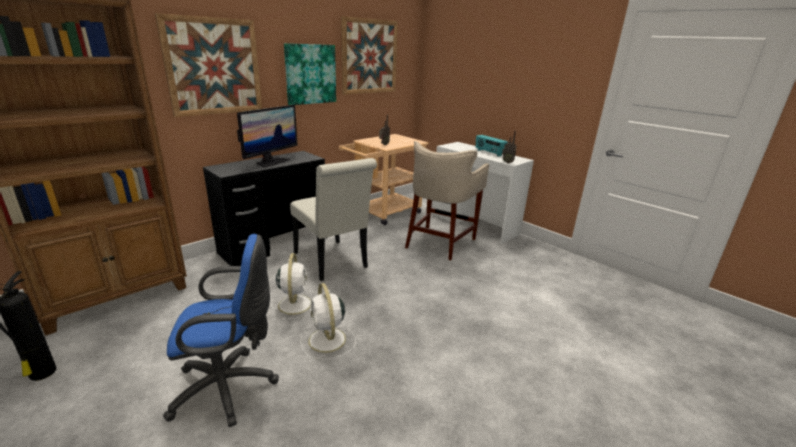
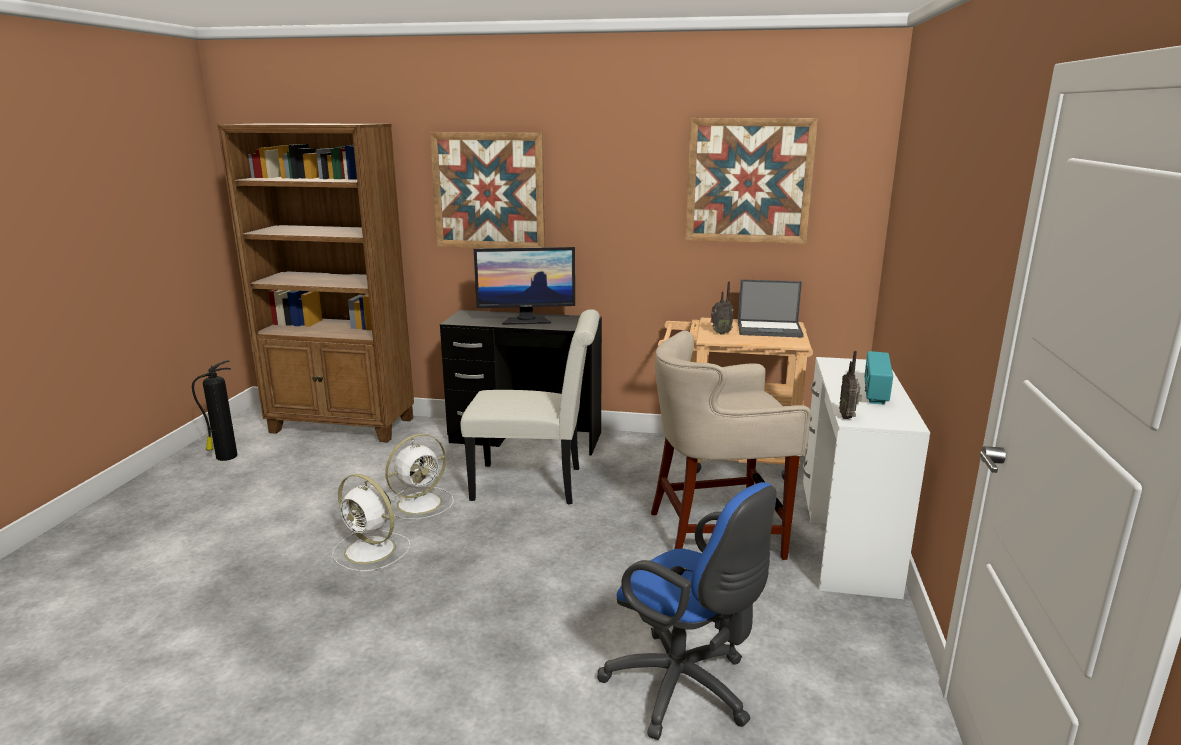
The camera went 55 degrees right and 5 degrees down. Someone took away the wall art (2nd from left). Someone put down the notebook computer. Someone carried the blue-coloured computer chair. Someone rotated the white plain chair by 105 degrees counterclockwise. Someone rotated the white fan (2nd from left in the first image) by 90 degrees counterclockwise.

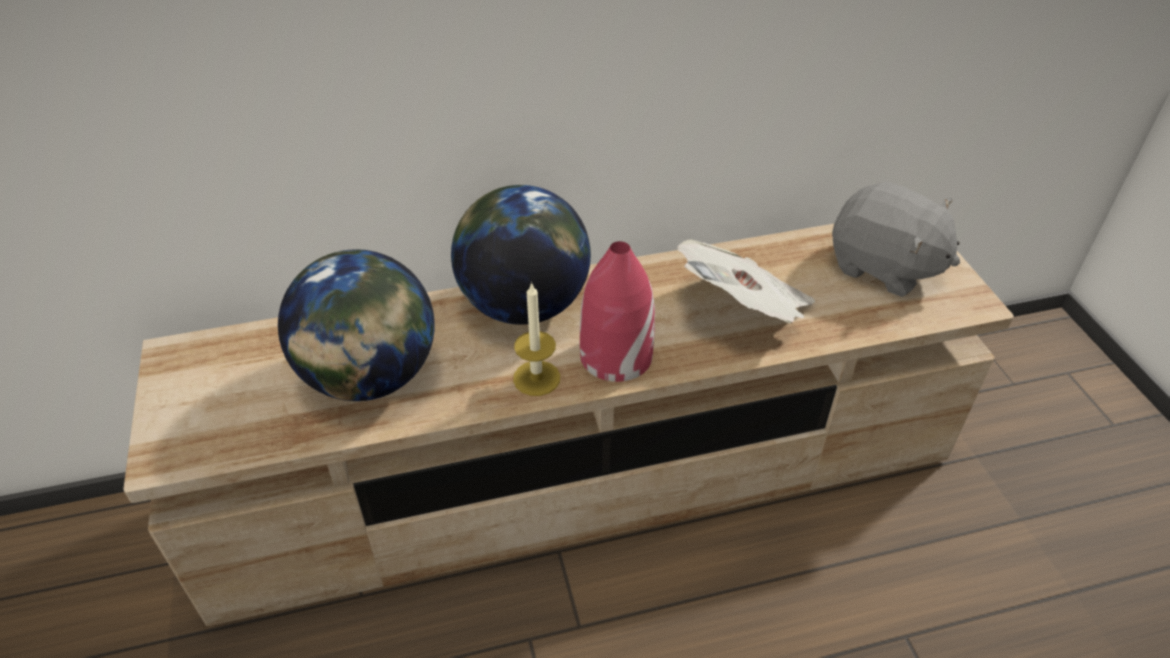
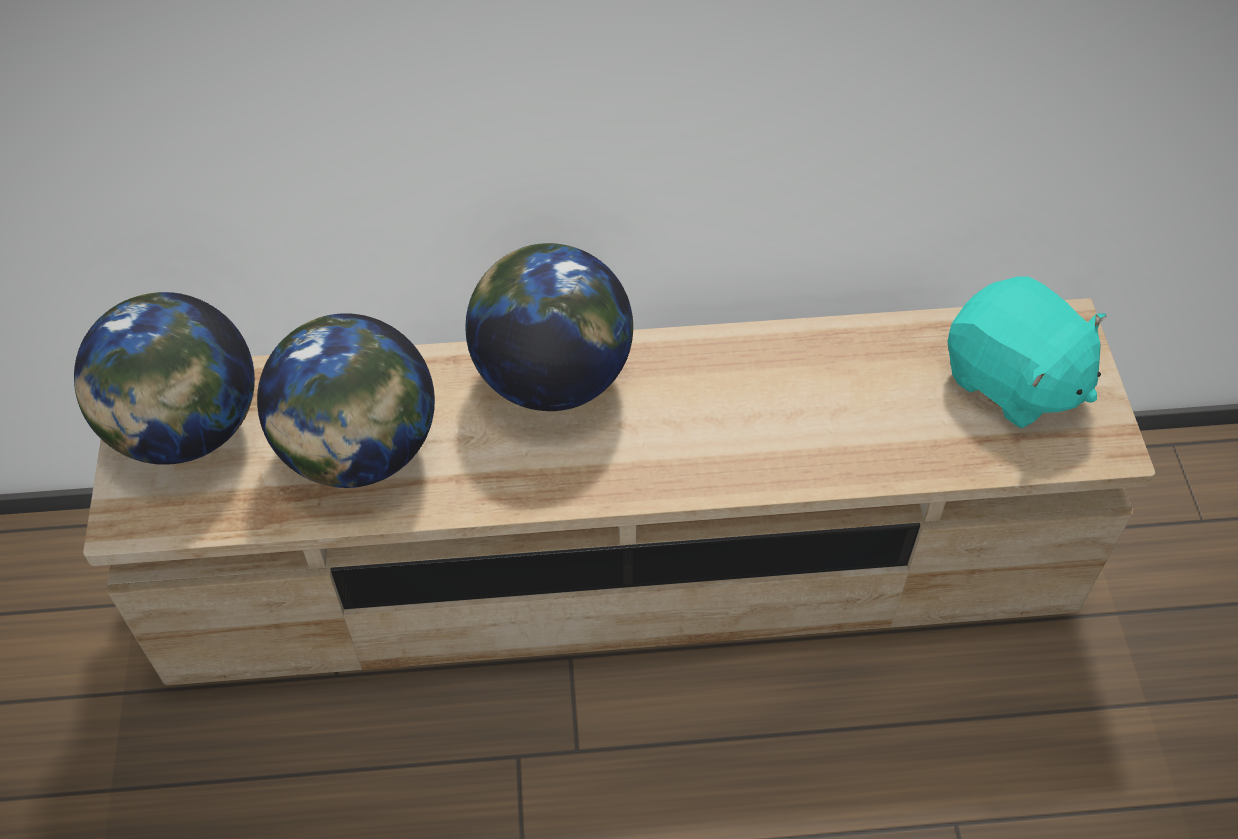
The camera went 10 degrees right and 10 degrees up. Someone took away the wax candle. Someone took away the red-coloured vase. Someone took away the newspaper. Someone put down the globe (1st from left). Someone repainted the greyish soft toy, which became the turquoise soft toy.

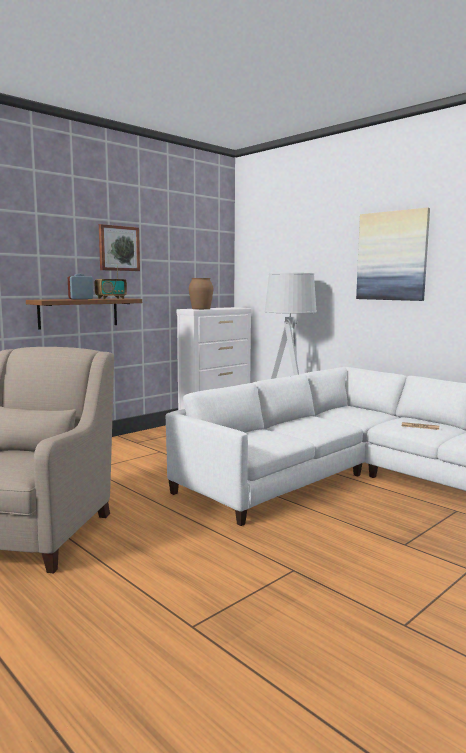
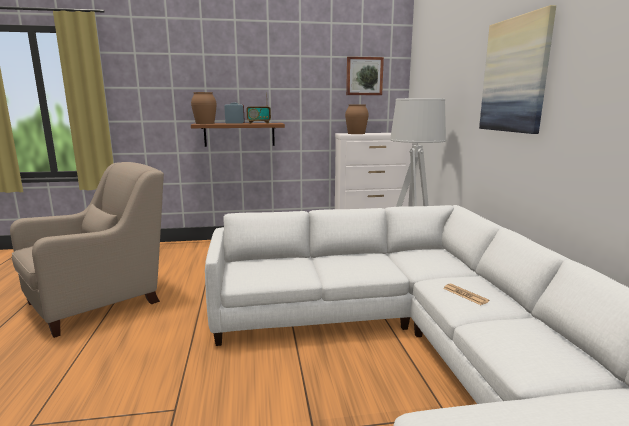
The camera went 35 degrees right and 5 degrees up. Someone put down the brownish vase (1st from left). Someone carried the wall art (1st from left).

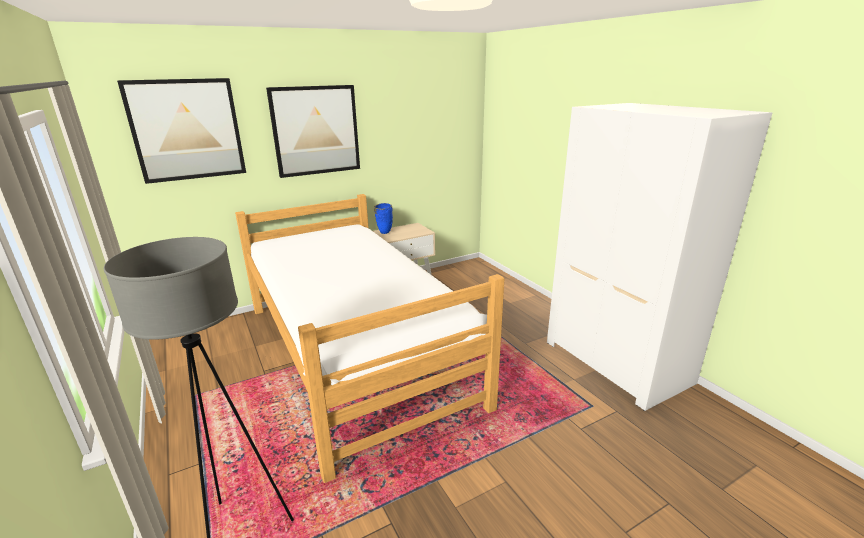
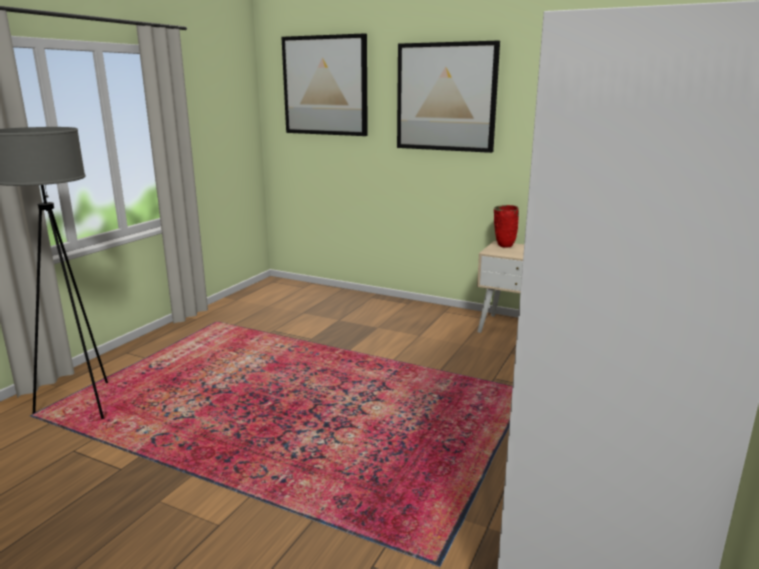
The camera went 55 degrees right and 5 degrees down. Someone took away the bedroom bed. Someone repainted the blue-coloured vase, which became the red-coloured vase.

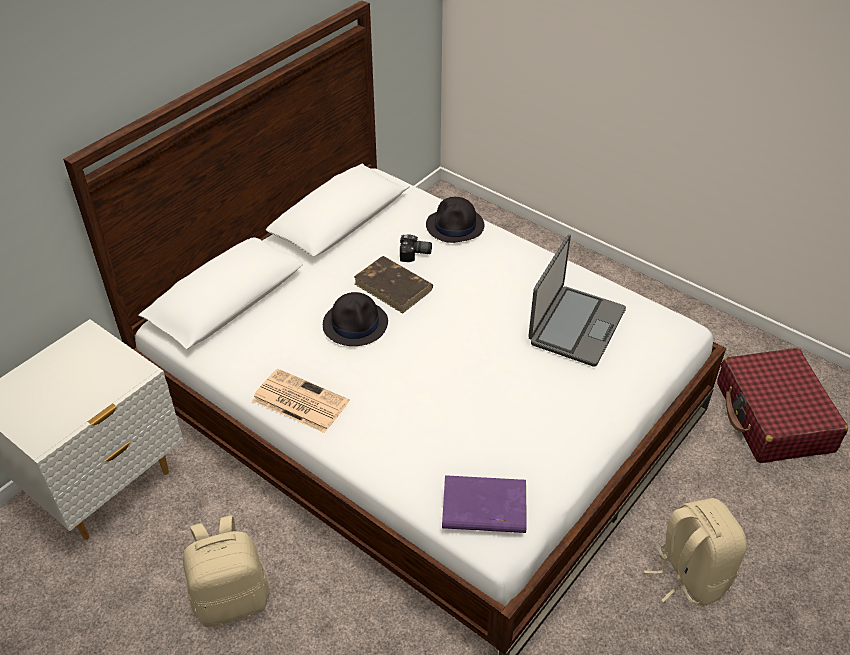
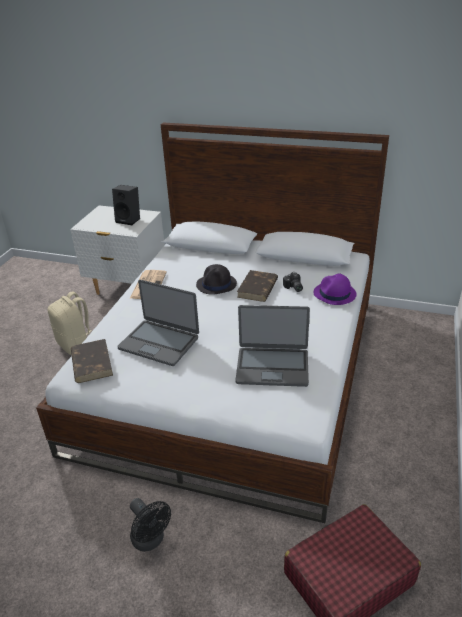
The camera went 70 degrees right and 10 degrees down. Someone put down the black loudspeaker. Someone put down the notebook computer (1st from left). Someone swapped the beige-coloured backpack (2nd from left) for the black fan. Someone repainted the black wearable hat (2nd from left), which became the purple wearable hat. Someone repainted the purple volume, which became the brownish volume (1st from left).

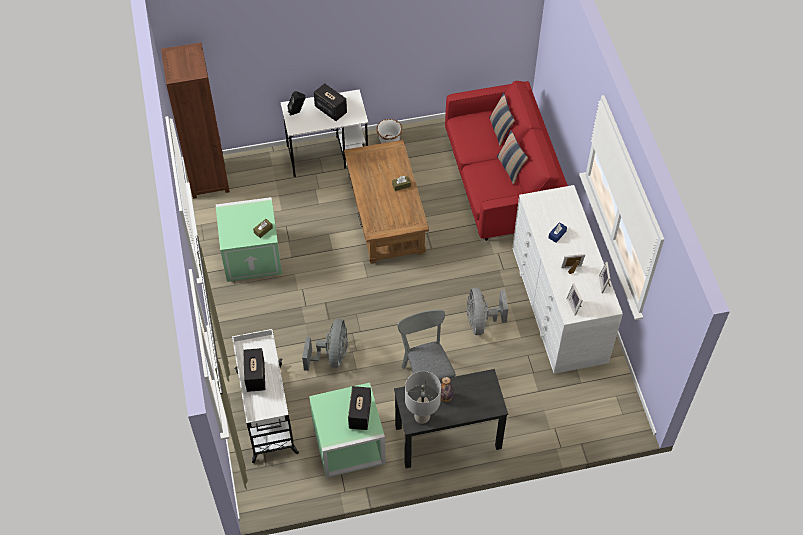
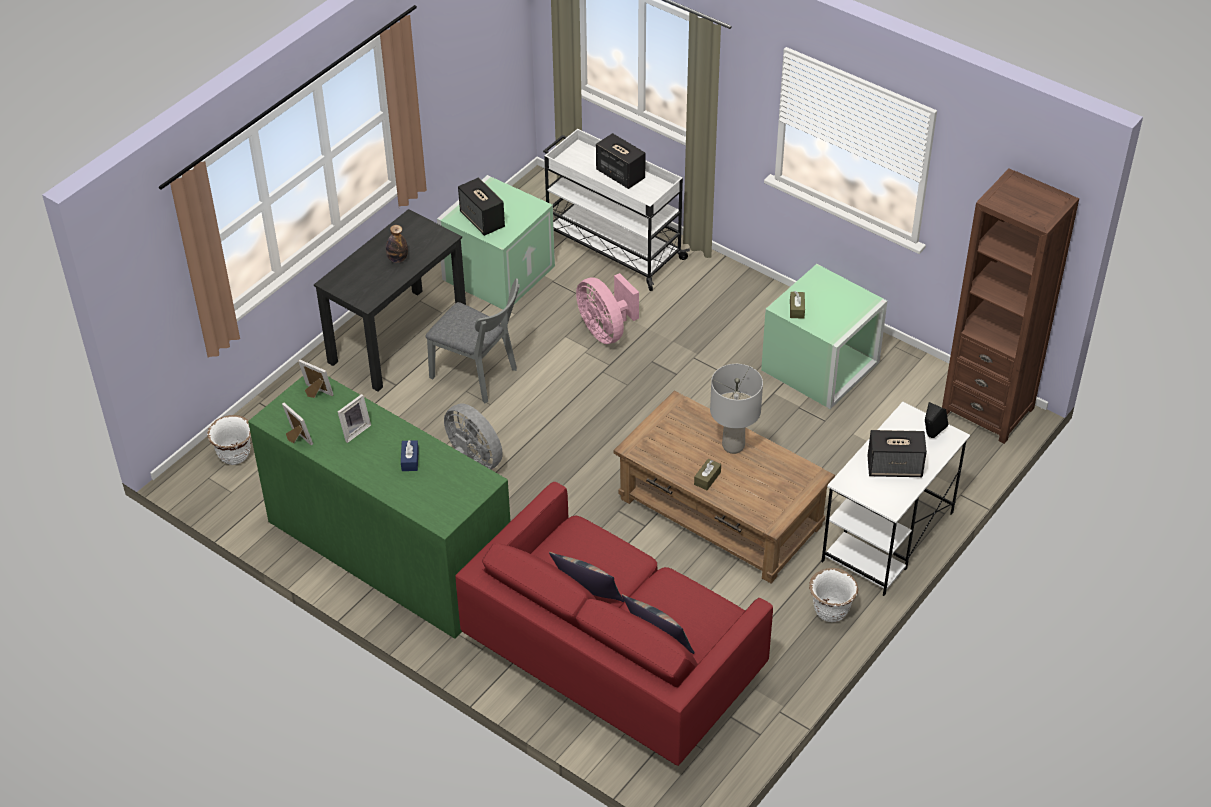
The camera went 140 degrees right and 10 degrees down. Someone put down the white plant pot (1st from left). Someone carried the greyish lamp for a table. Someone repainted the greyish fan (1st from left), which became the pink fan. Someone repainted the white dresser, which became the green-coloured dresser.

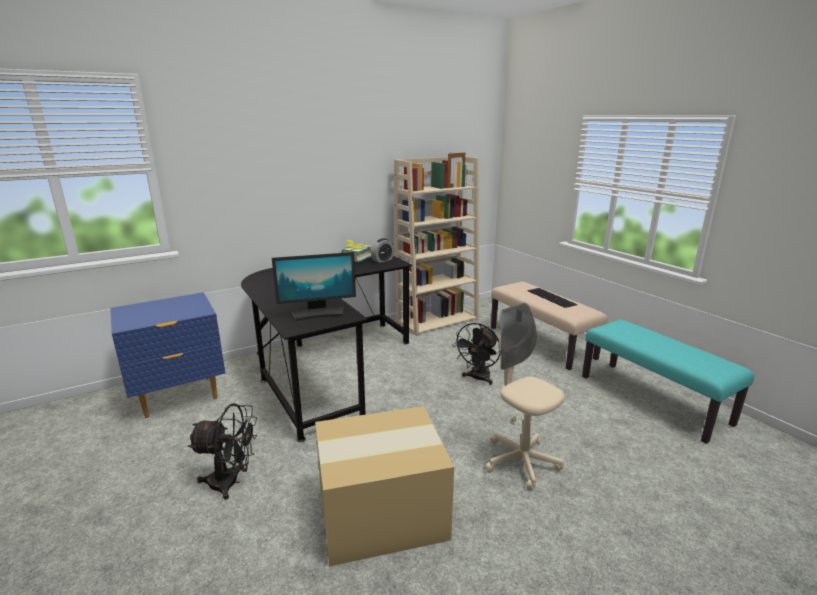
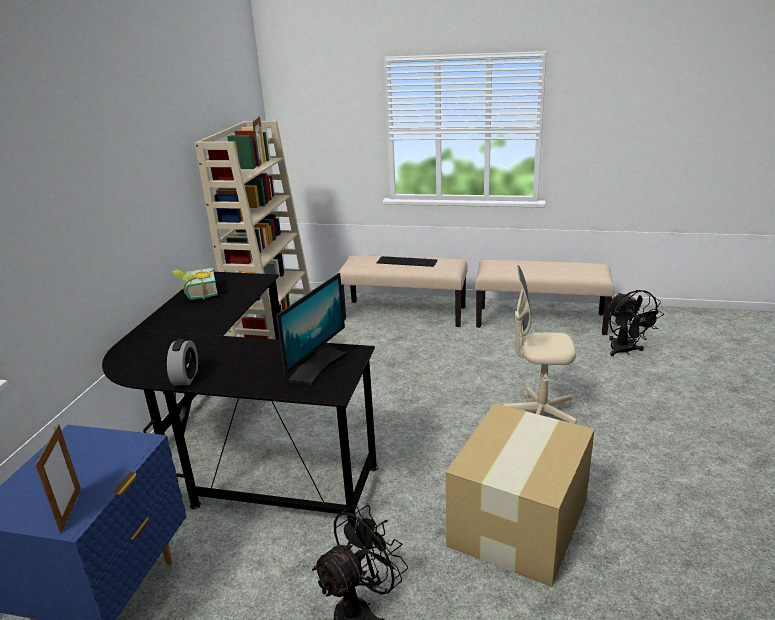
The camera went 45 degrees left and 5 degrees up. Someone put down the picture frame (1st from left). Someone carried the table clock. Someone carried the black fan (2nd from left). Someone repainted the turquoise bench, which became the beige-coloured bench (2nd from left).

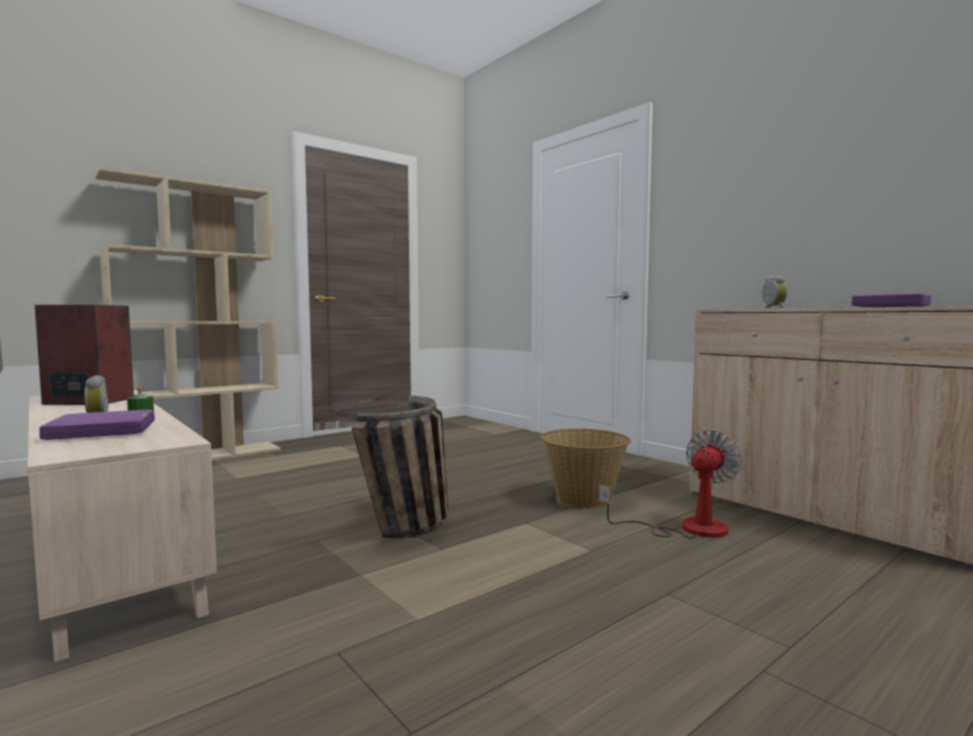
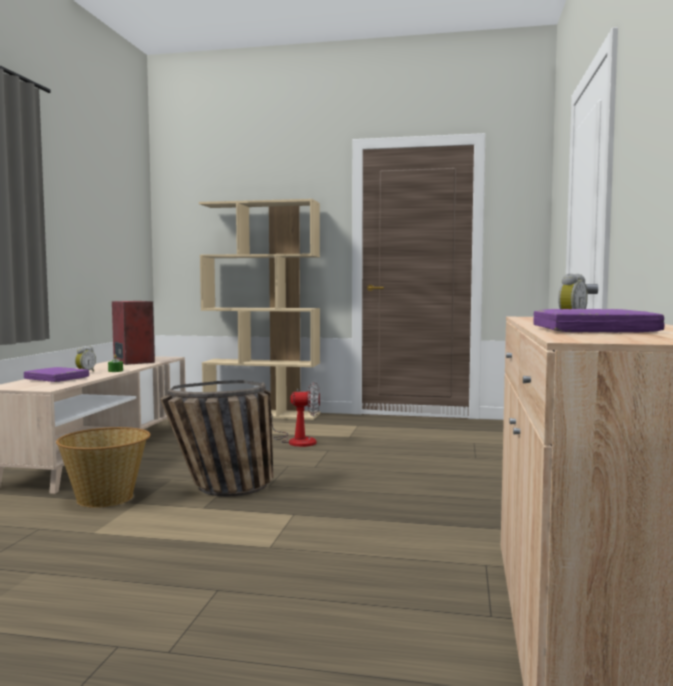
The camera went 50 degrees right and 0 degrees up. Someone carried the storage basket (2nd from left in the first image). Someone carried the fan.

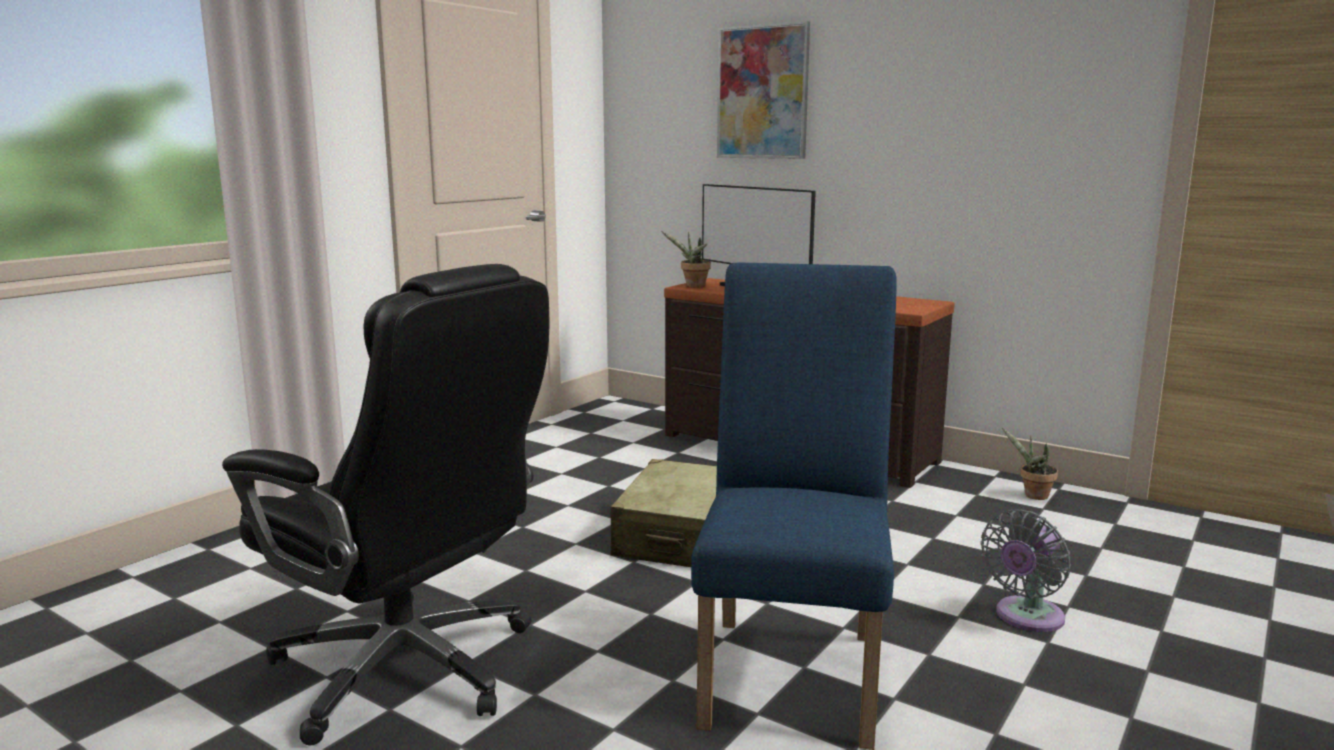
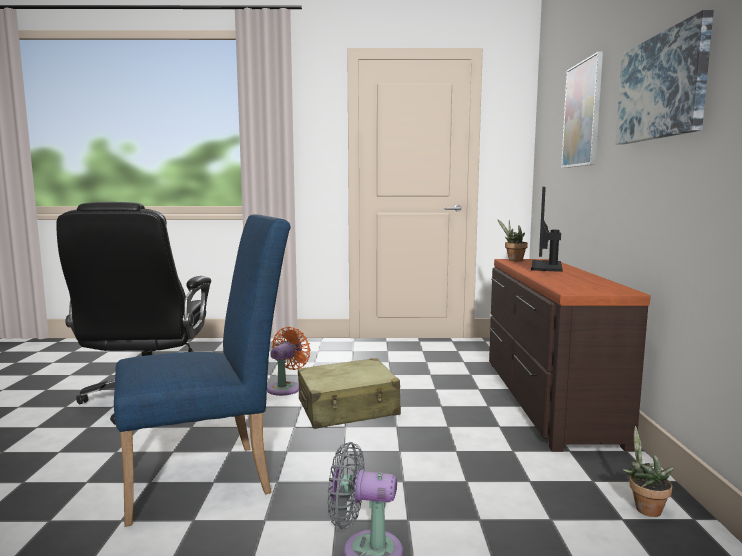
The camera went 55 degrees right and 5 degrees down. Someone put down the orangey fan. Someone put up the wall art (2nd from left).

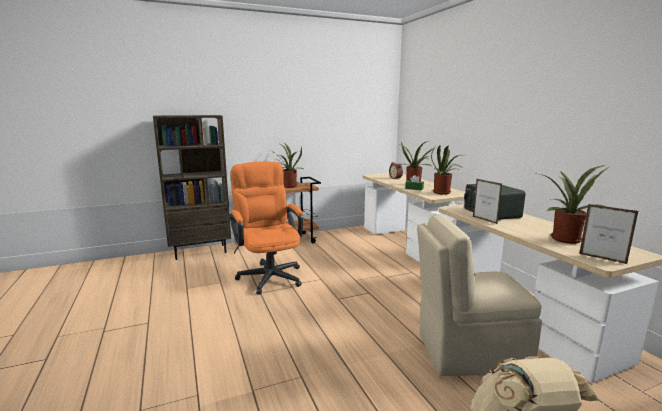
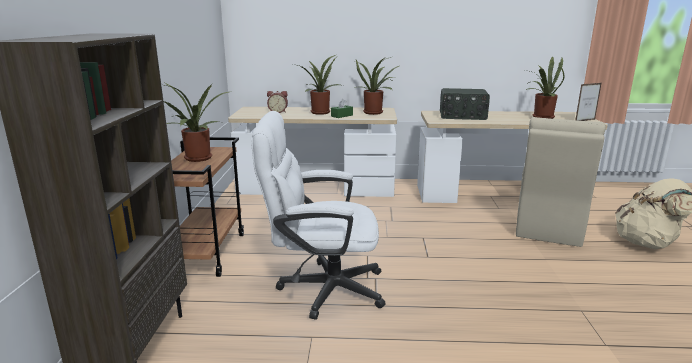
The camera went 65 degrees left and 5 degrees up. Someone took away the picture frame (1st from left). Someone repainted the orangey computer chair, which became the white computer chair.

